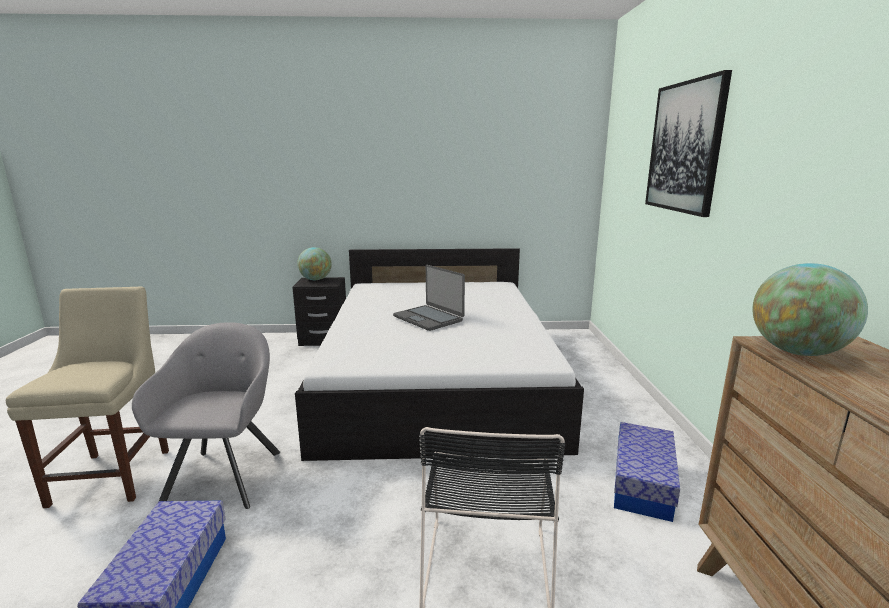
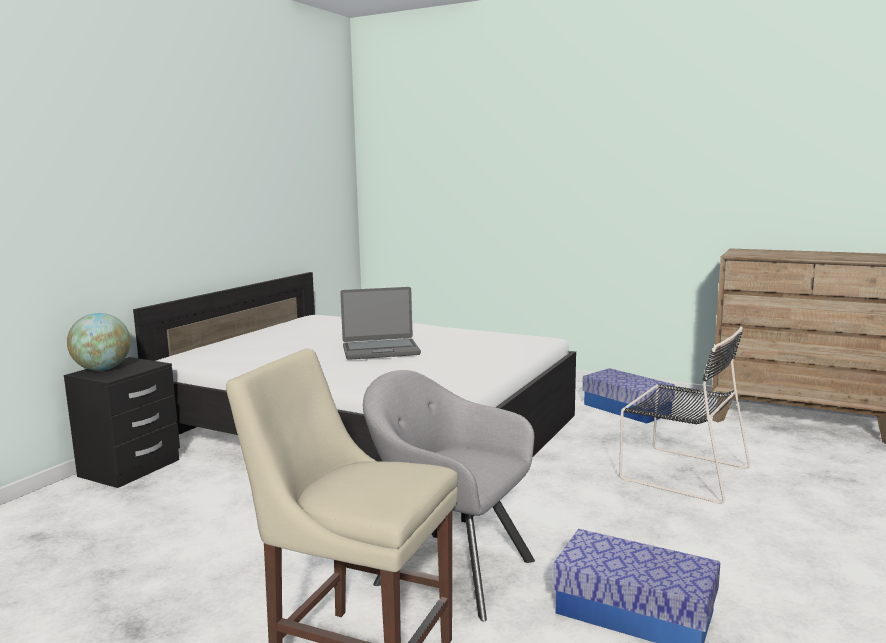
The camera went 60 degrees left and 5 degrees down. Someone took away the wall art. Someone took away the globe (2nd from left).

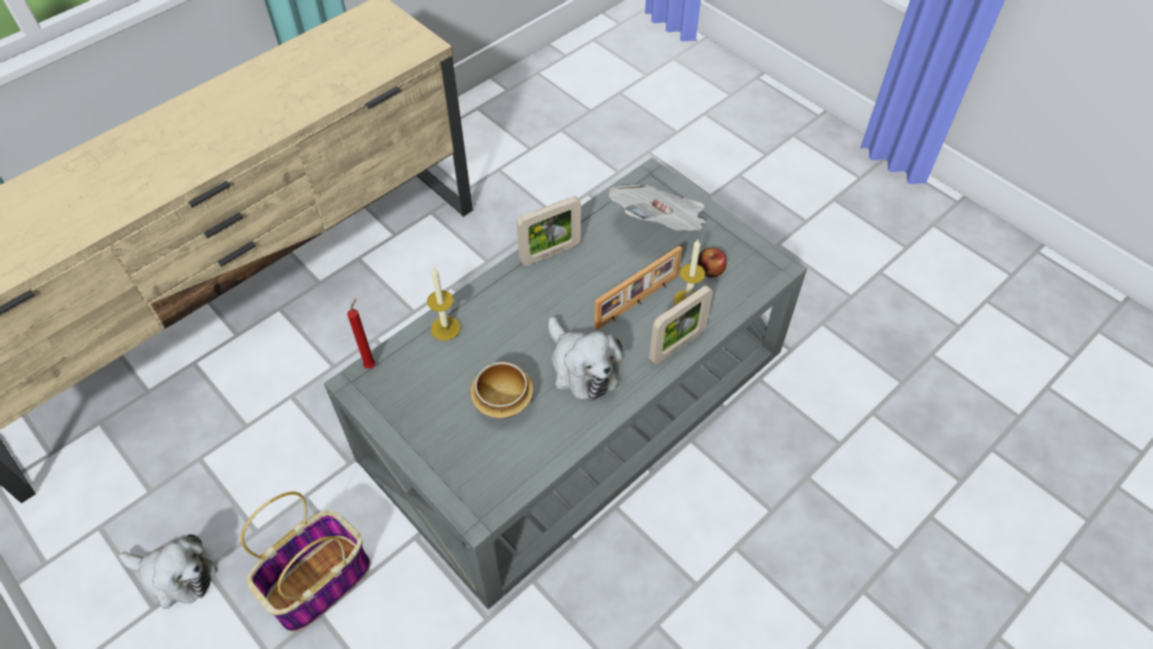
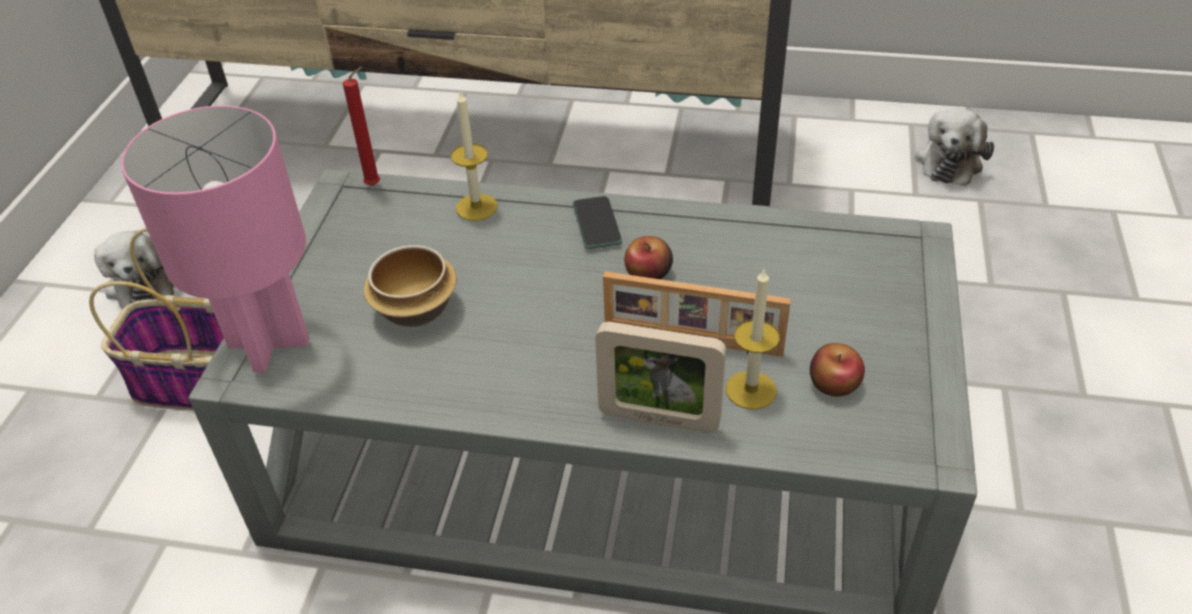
The camera went 55 degrees right and 10 degrees down. Someone took away the picture frame (1st from left). Someone took away the newspaper. Someone put down the pink lamp for a table. Someone put down the handset. Someone put down the whole apple (1st from left). Someone carried the soft toy (2nd from left).

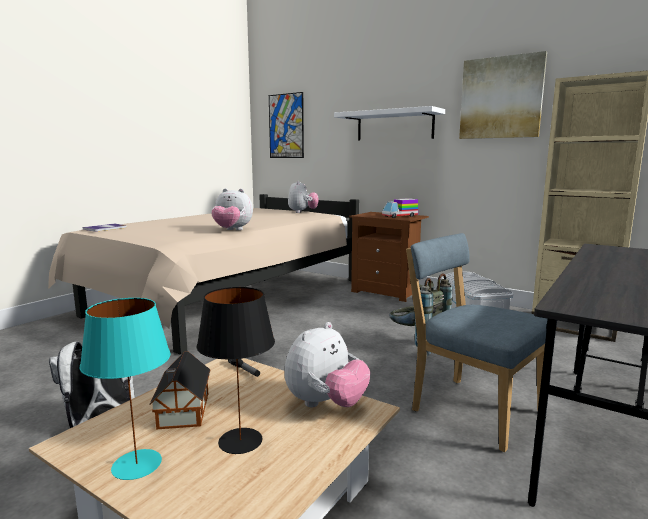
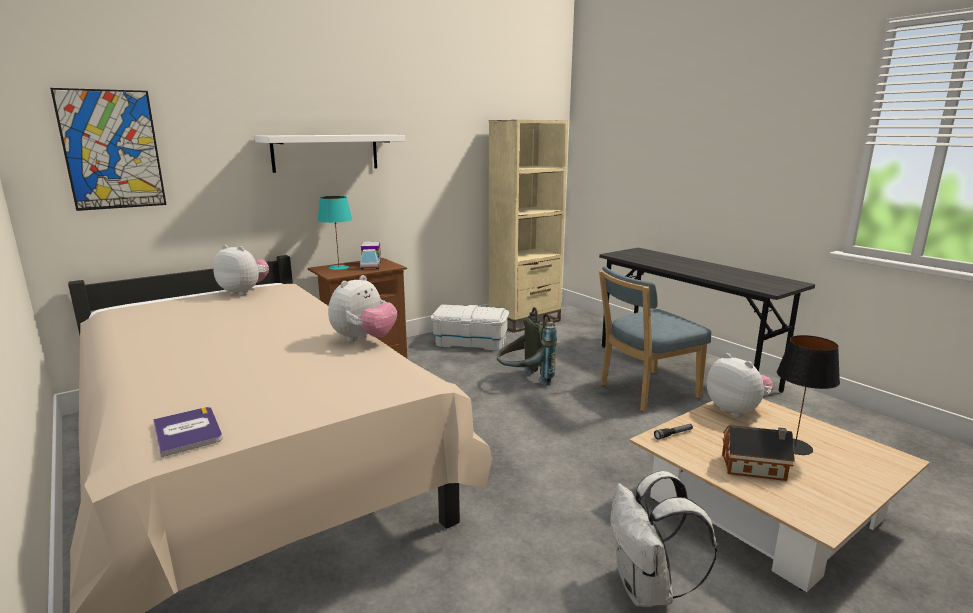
The camera went 70 degrees left and 5 degrees up. Someone took away the wall art (2nd from left). Someone carried the turquoise lamp for a table.

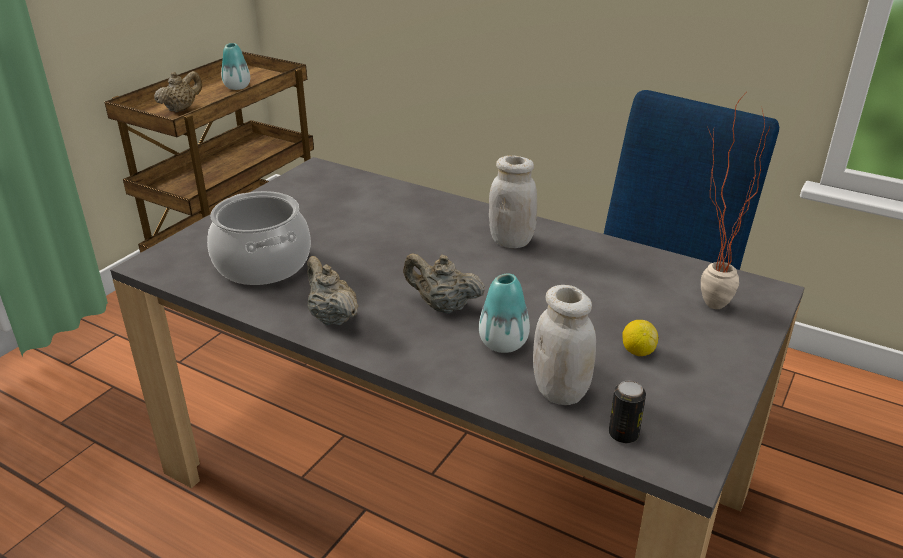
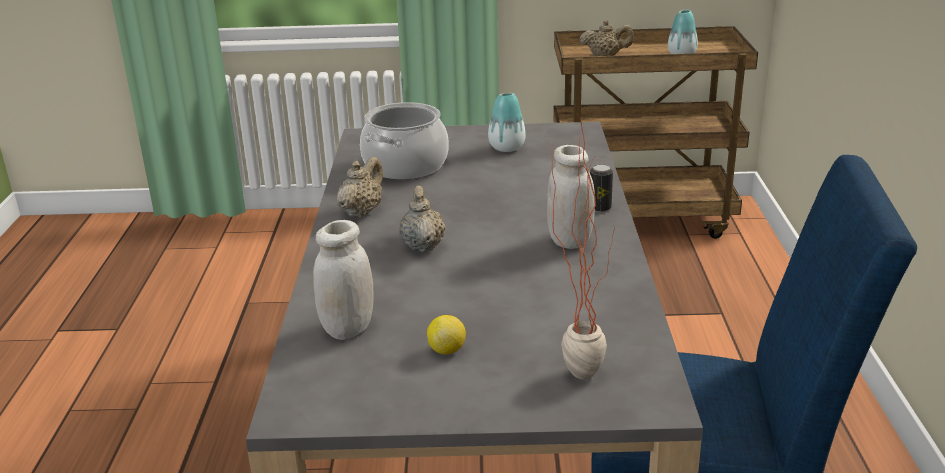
The camera went 60 degrees right and 5 degrees down. Someone carried the vase (2nd from left in the first image). Someone carried the sealed can.

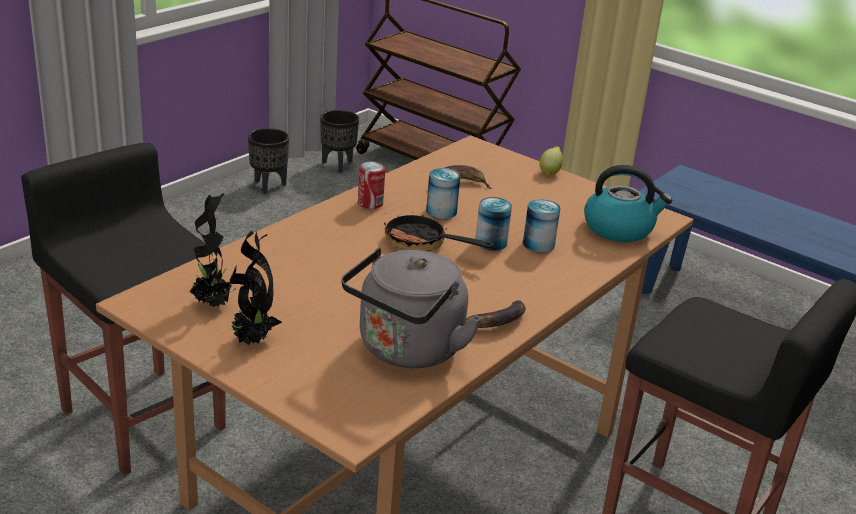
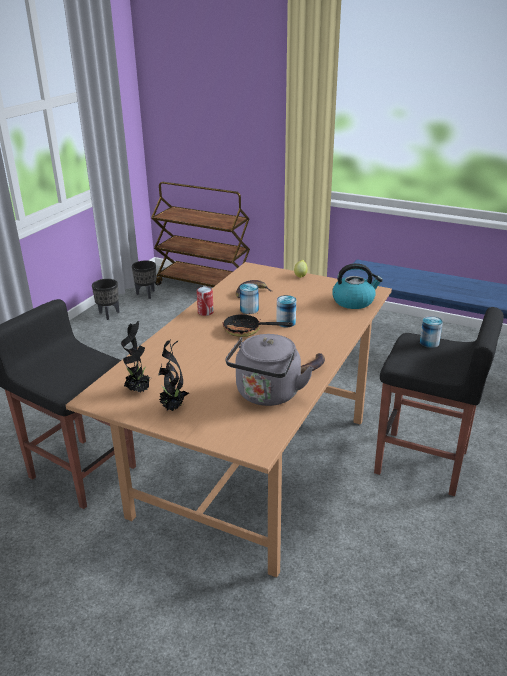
The camera went 10 degrees left and 0 degrees up. Someone carried the sealed can (4th from left).

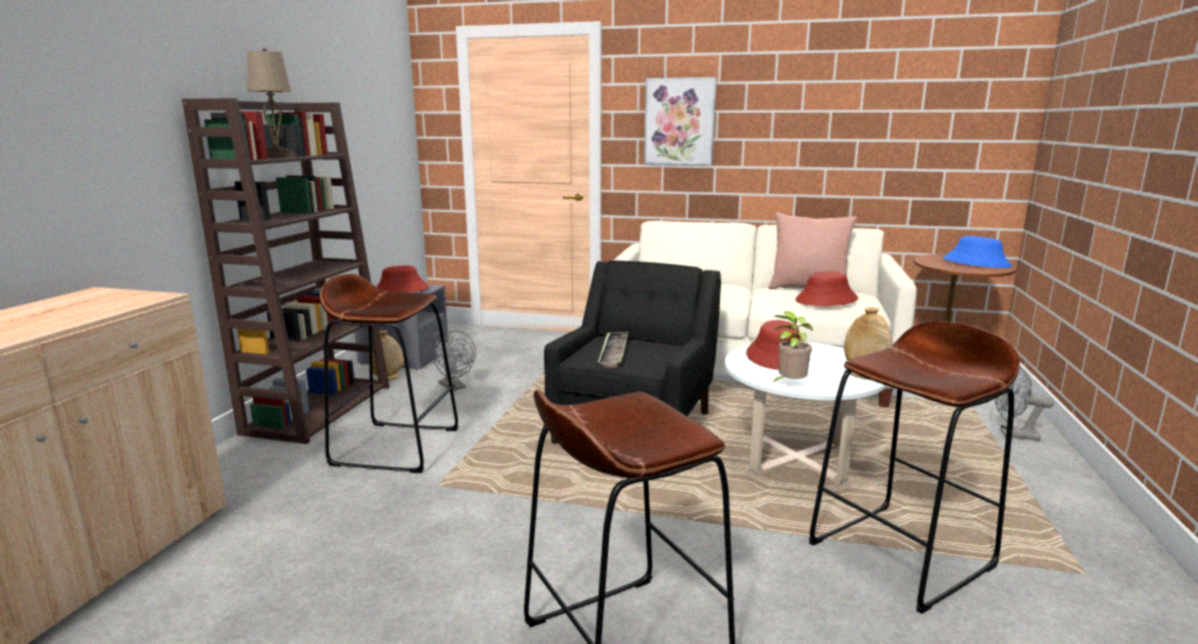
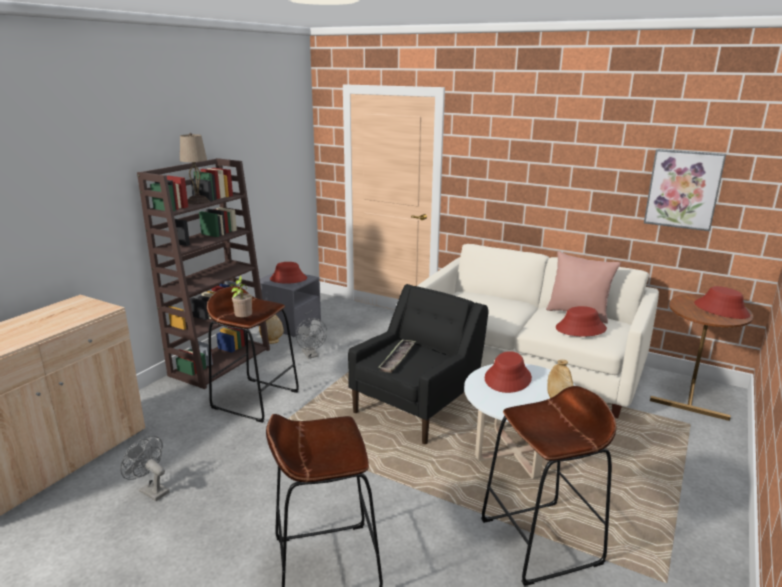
The camera went 15 degrees right and 5 degrees up. Someone carried the wall art. Someone carried the houseplant. Someone carried the greyish fan (2nd from left in the first image). Someone repainted the blue-coloured wearable hat, which became the red-coloured wearable hat (4th from left).

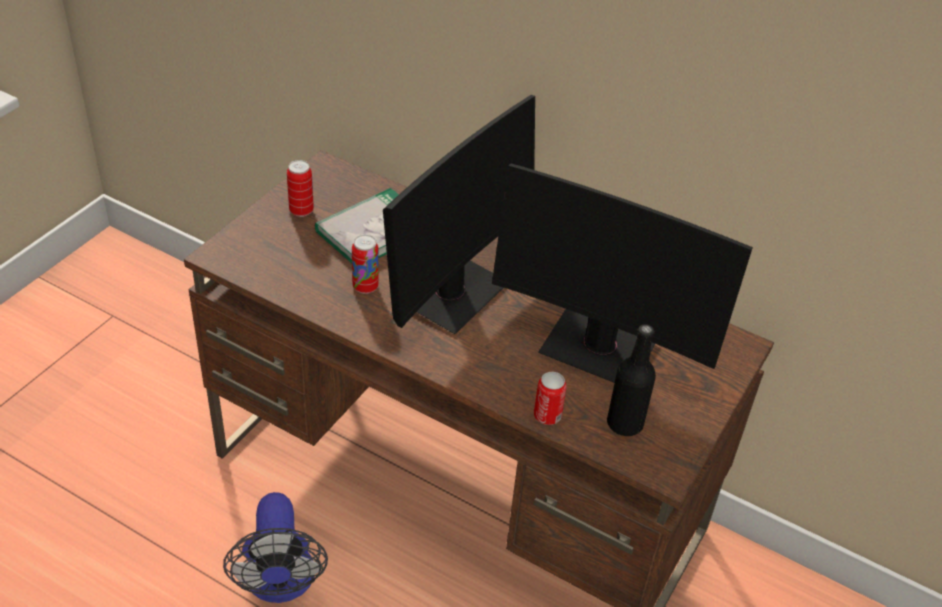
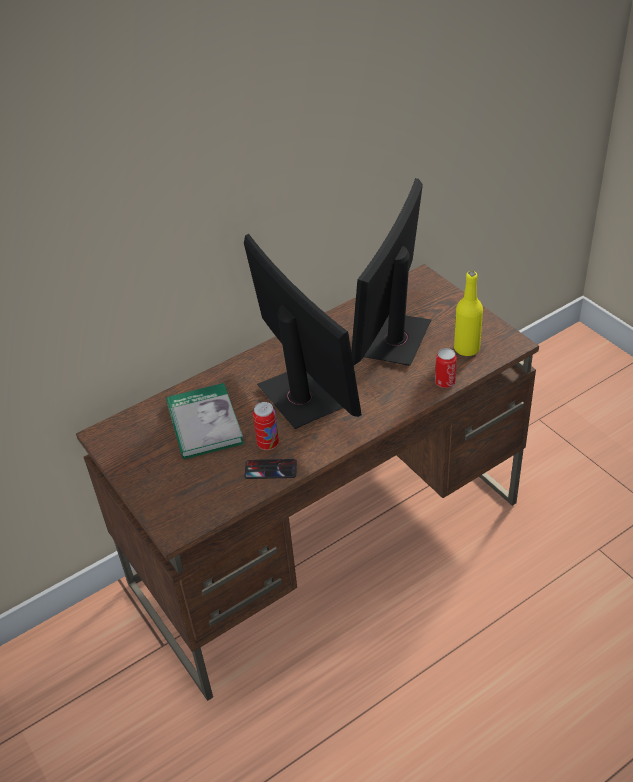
The camera went 60 degrees left and 0 degrees up. Someone took away the fan. Someone took away the sealed can (1st from left). Someone put down the handset. Someone repainted the black drink bottle, which became the yellowish drink bottle. Someone rotated the monitor (2nd from left) by 150 degrees clockwise.

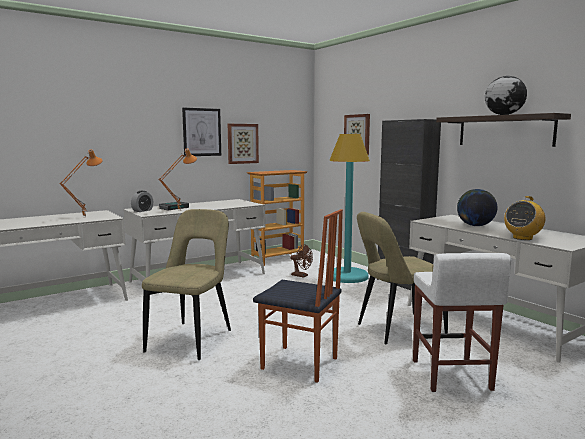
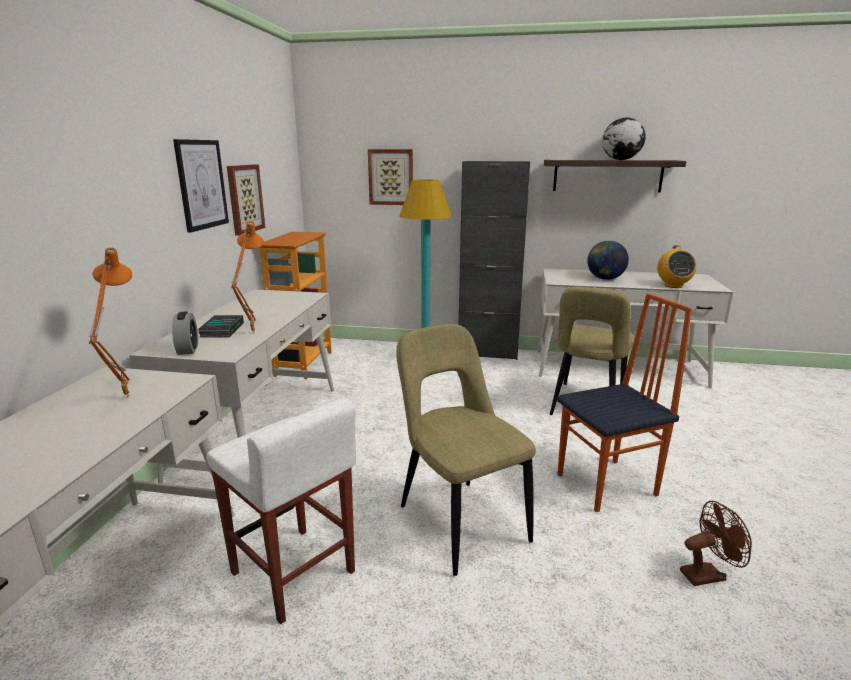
The camera went 45 degrees left and 10 degrees up. Someone carried the brownish fan. Someone carried the white sitting stool.

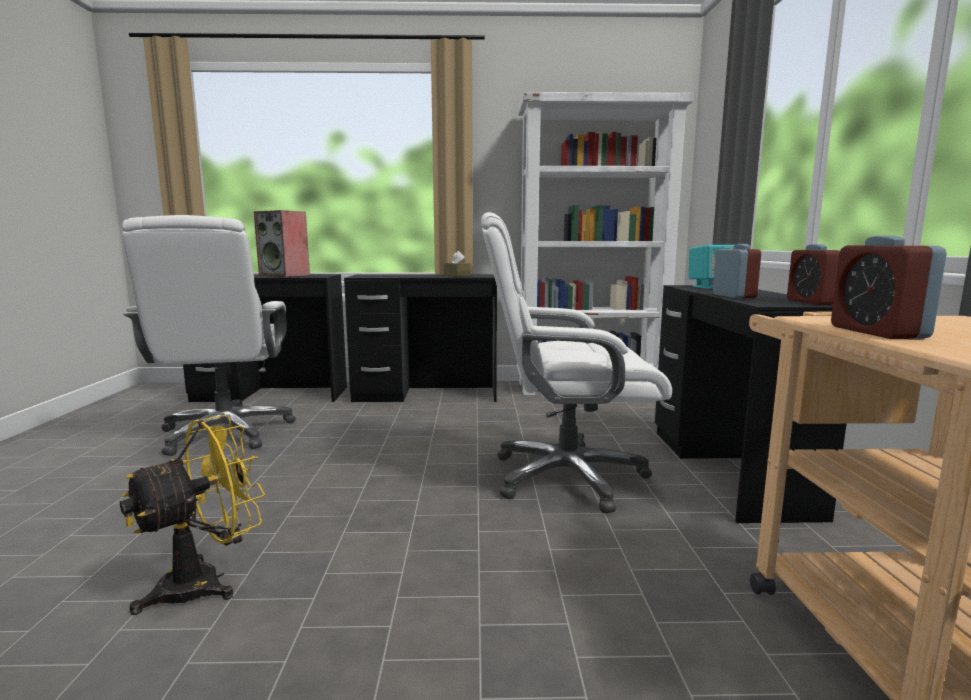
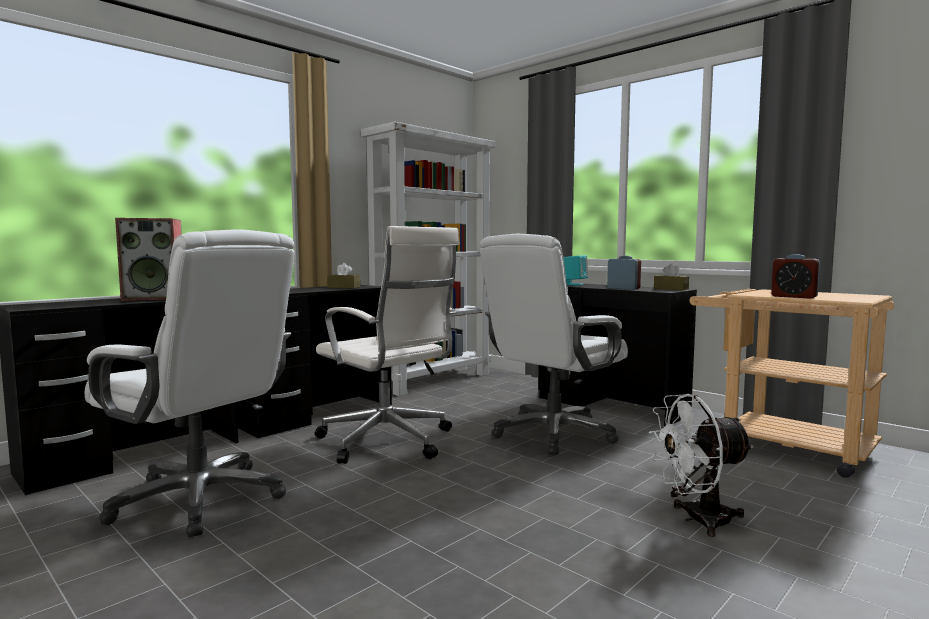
The camera went 45 degrees left and 5 degrees down. Someone took away the yellowish fan. Someone put down the white computer chair (2nd from left). Someone put down the white fan. Someone swapped the table clock (2nd from left) for the brownish tissue holder (2nd from left).

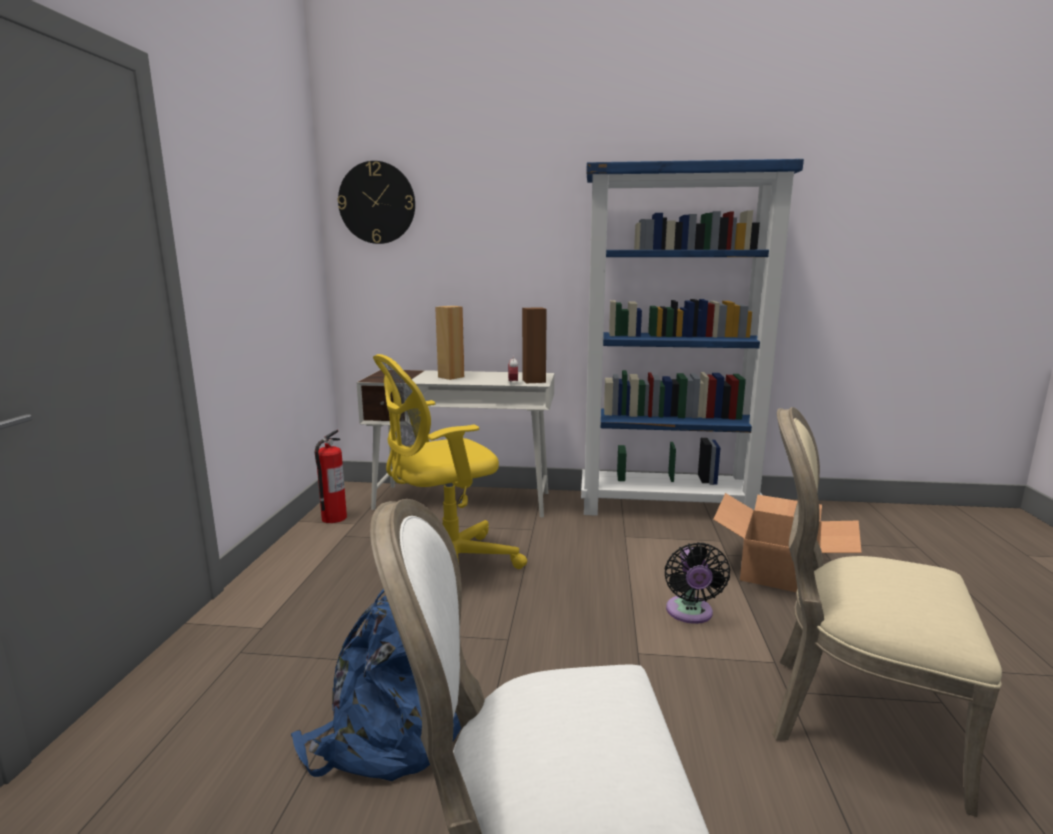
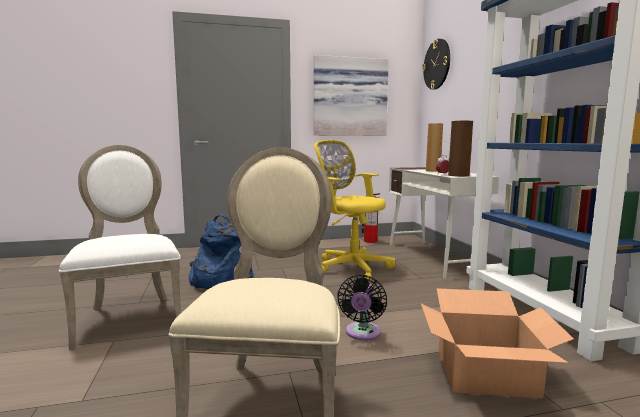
The camera went 70 degrees right and 5 degrees down. Someone put up the wall art. Someone rotated the black fan by 60 degrees counterclockwise.

